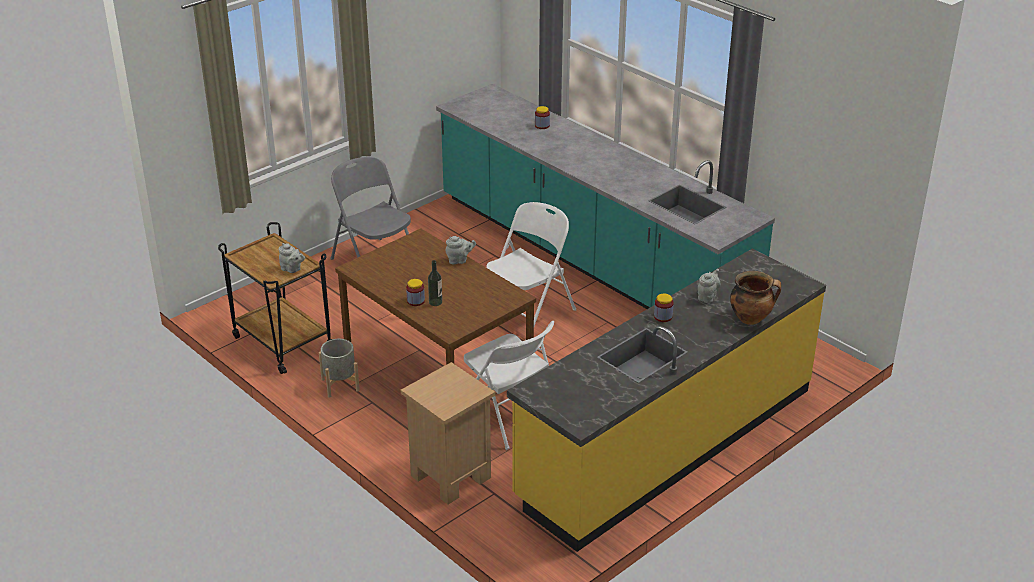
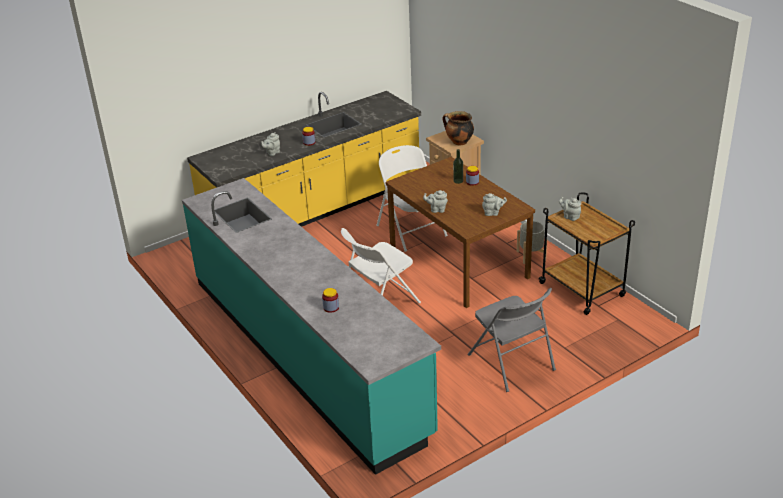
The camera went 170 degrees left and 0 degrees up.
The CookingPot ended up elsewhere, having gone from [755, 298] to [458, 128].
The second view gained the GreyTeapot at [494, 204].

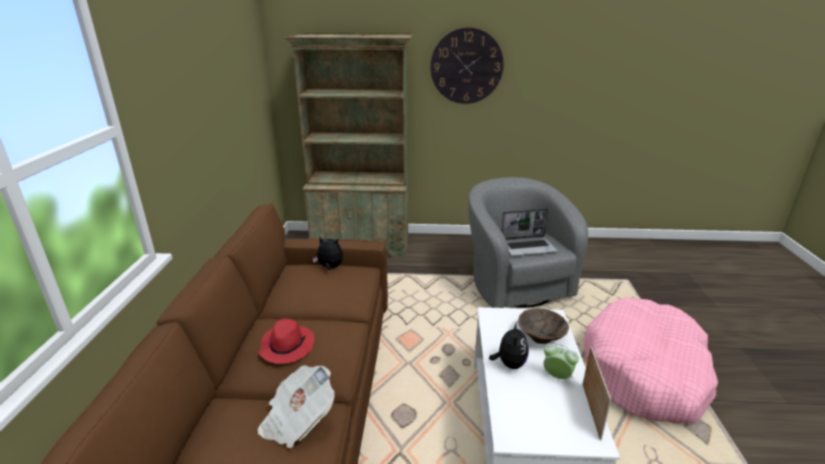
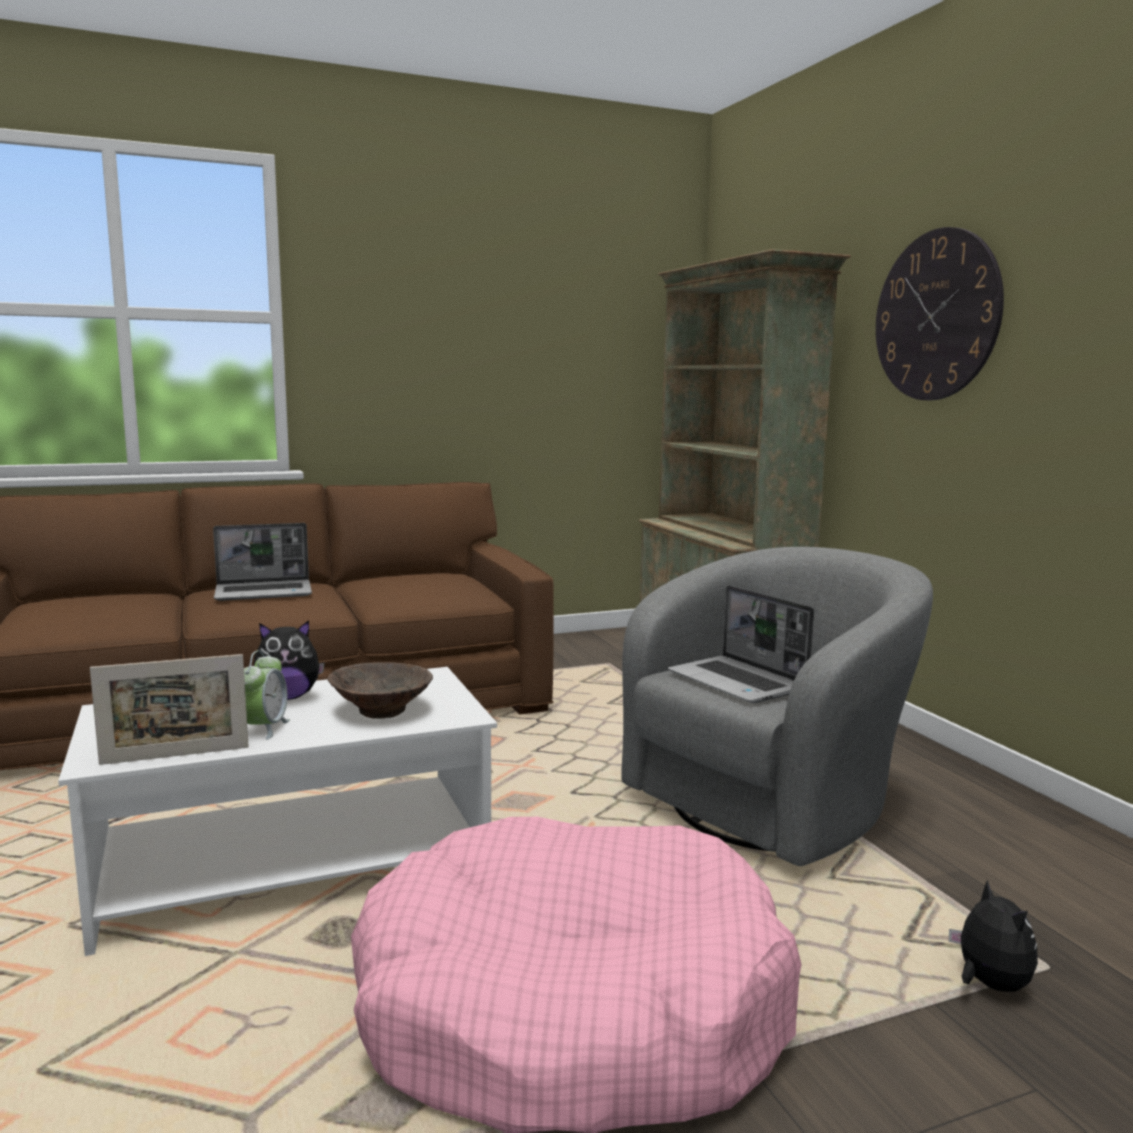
The camera went 65 degrees right and 15 degrees down.
The PlushToy ended up elsewhere, having gone from [328, 253] to [993, 936].
Where the RedHat stood at [286, 341], the Laptop came to stand at [262, 562].
The second view lost the Newspaper at [296, 406].

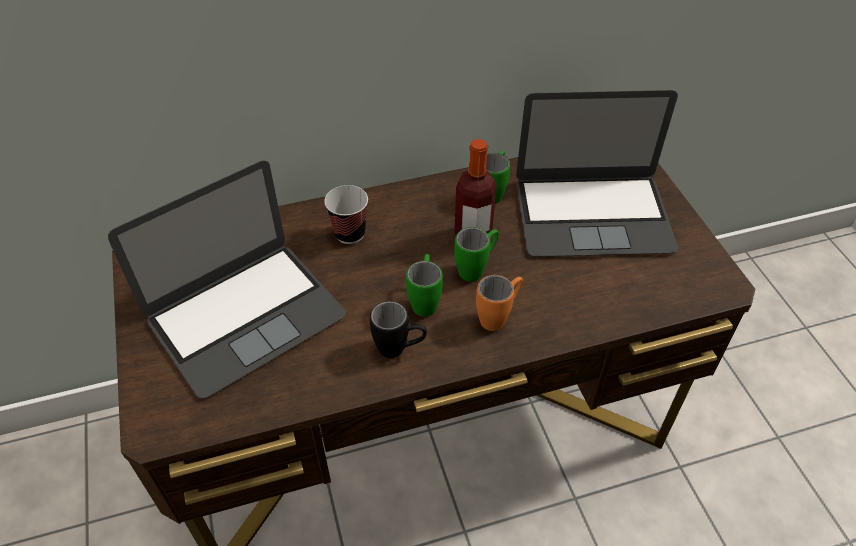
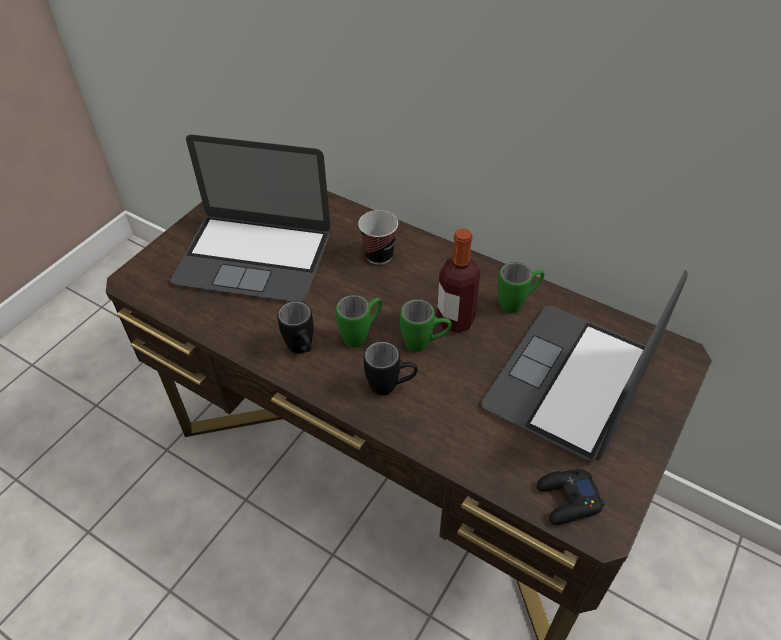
The camera went 50 degrees right and 0 degrees up.
The Laptop at [597, 173] ended up facing another way, 75 degrees clockwise from before.
What was the OrangeMug at [499, 303] turned into the BlackMug at [391, 368].
The second view gained the BlackGameController at [570, 497].

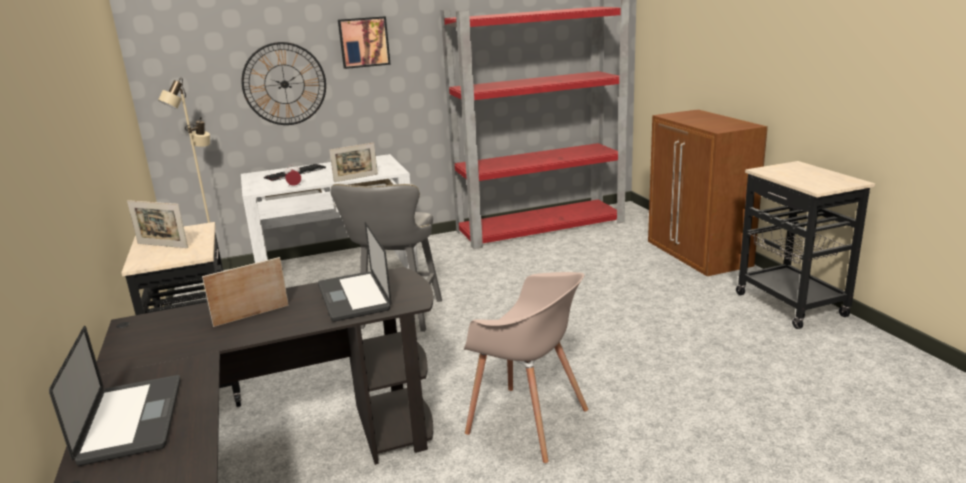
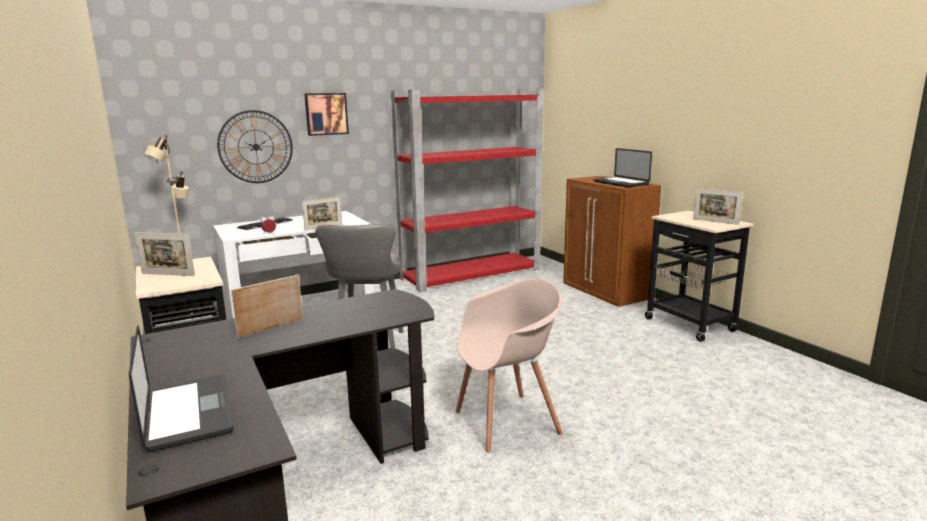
The camera went 10 degrees left and 5 degrees down.
The Laptop ended up elsewhere, having gone from [354, 272] to [622, 167].
The BeigeChair at [526, 367] ended up facing another way, 45 degrees counterclockwise from before.
The second view gained the PictureFrame at [718, 206].

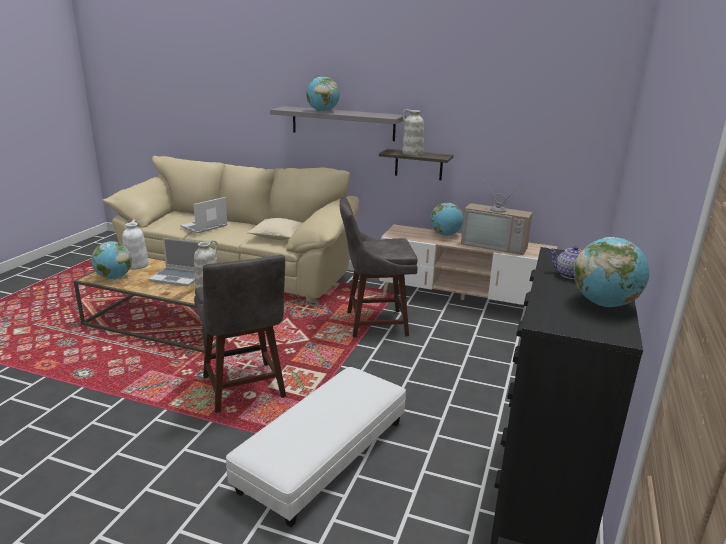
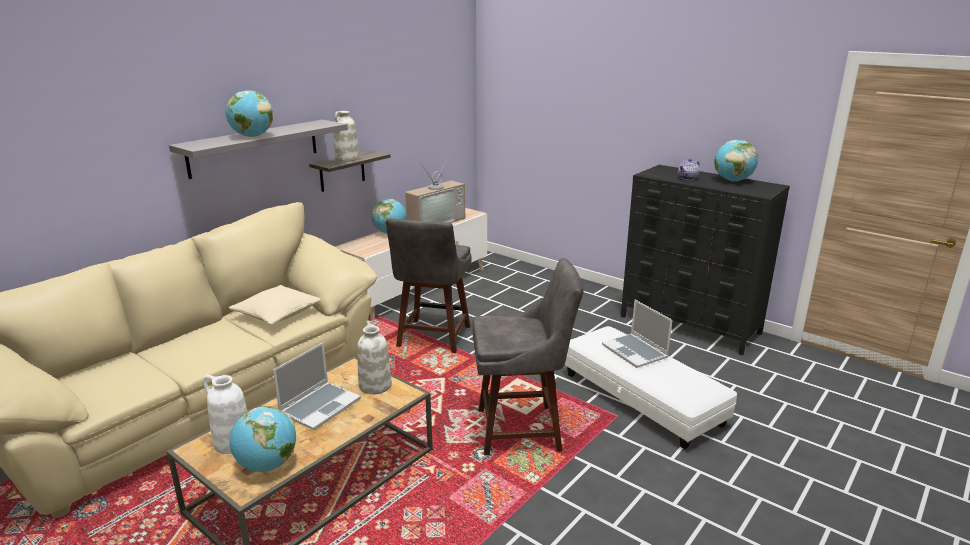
The camera went 70 degrees left and 0 degrees up.
The Laptop ended up elsewhere, having gone from [204, 215] to [637, 333].

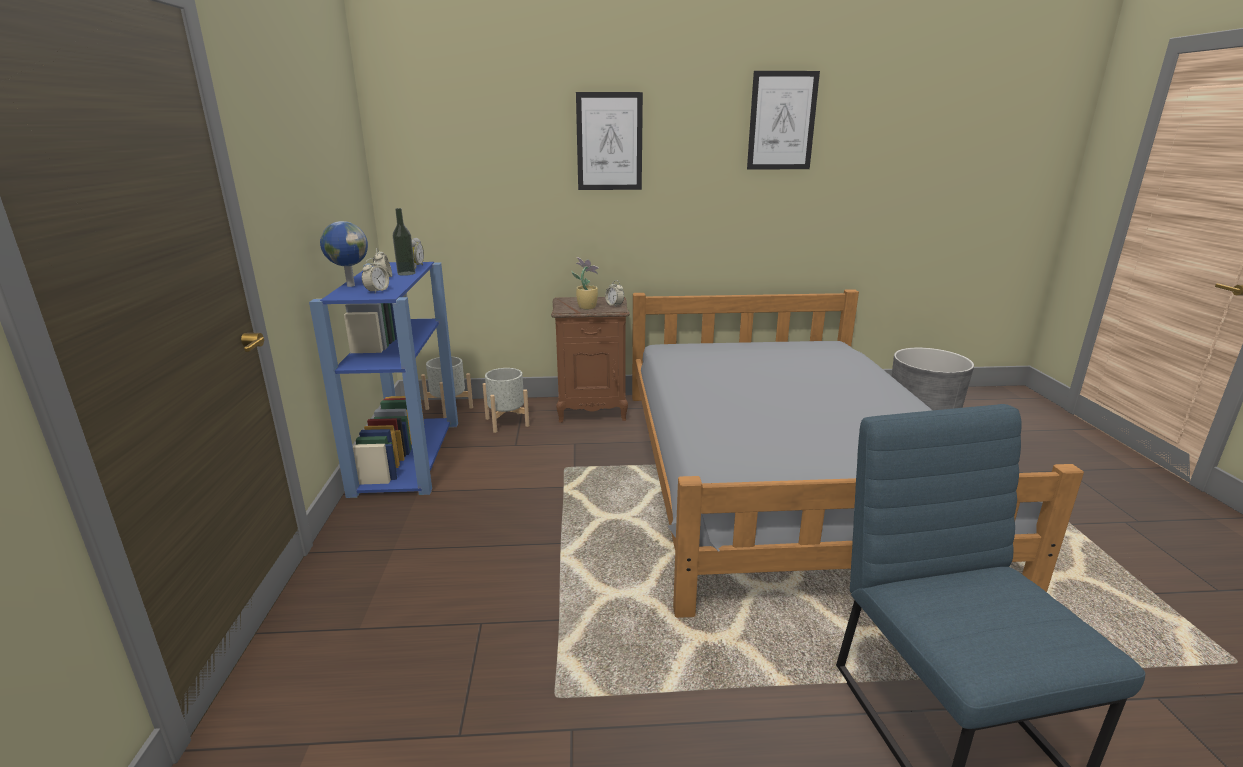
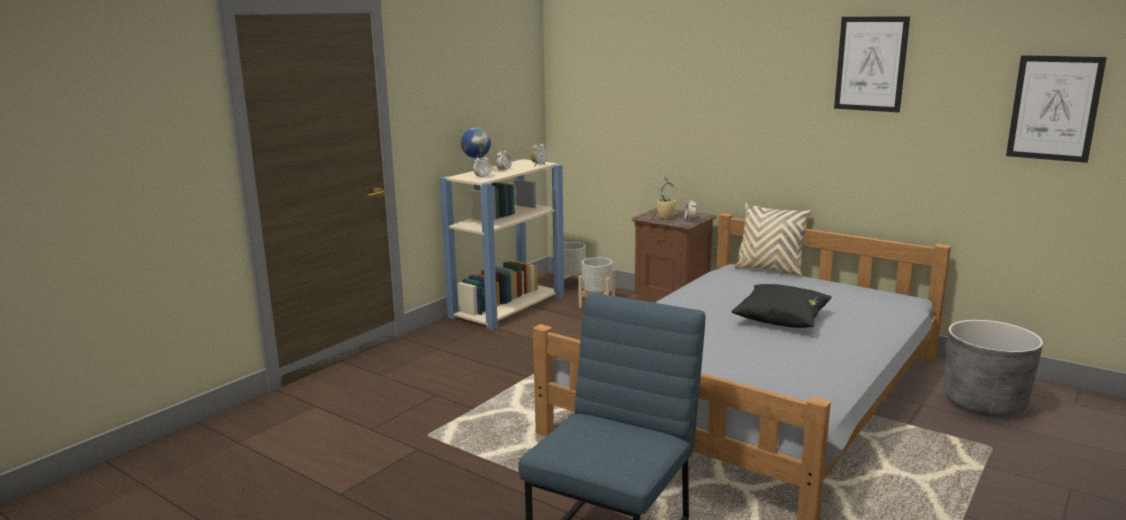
The camera went 40 degrees right and 5 degrees down.
The Picture ended up elsewhere, having gone from [609, 141] to [1056, 109].
The second view lost the Bottle at [404, 242].
What was the BlueBookcase at [383, 380] turned into the BeigeBookcase at [502, 244].
The second view gained the BeigePillow at [772, 239].
The second view gained the BlackPillow at [781, 306].

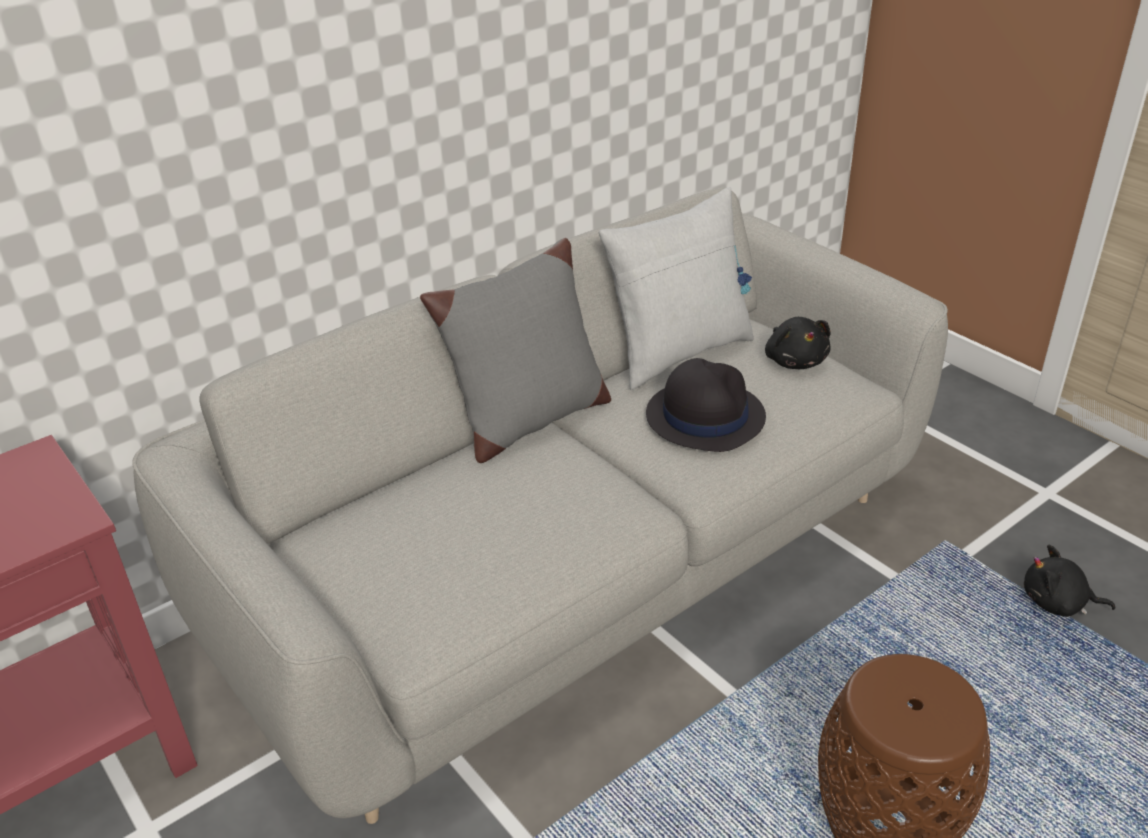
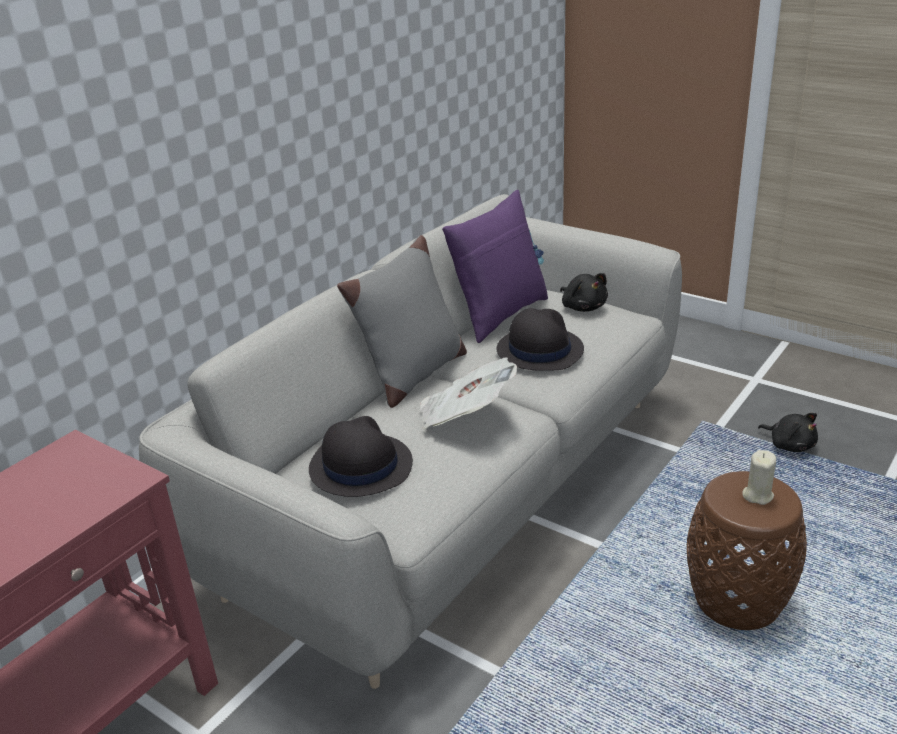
The camera went 15 degrees left and 5 degrees down.
What was the GreyPillow at [676, 288] turned into the PurplePillow at [495, 266].
The BlackPlushToy at [1069, 581] ended up facing another way, 135 degrees counterclockwise from before.
The second view gained the Newspaper at [468, 393].
The second view gained the BlackHat at [361, 456].
The second view gained the BeigeCandle at [759, 477].

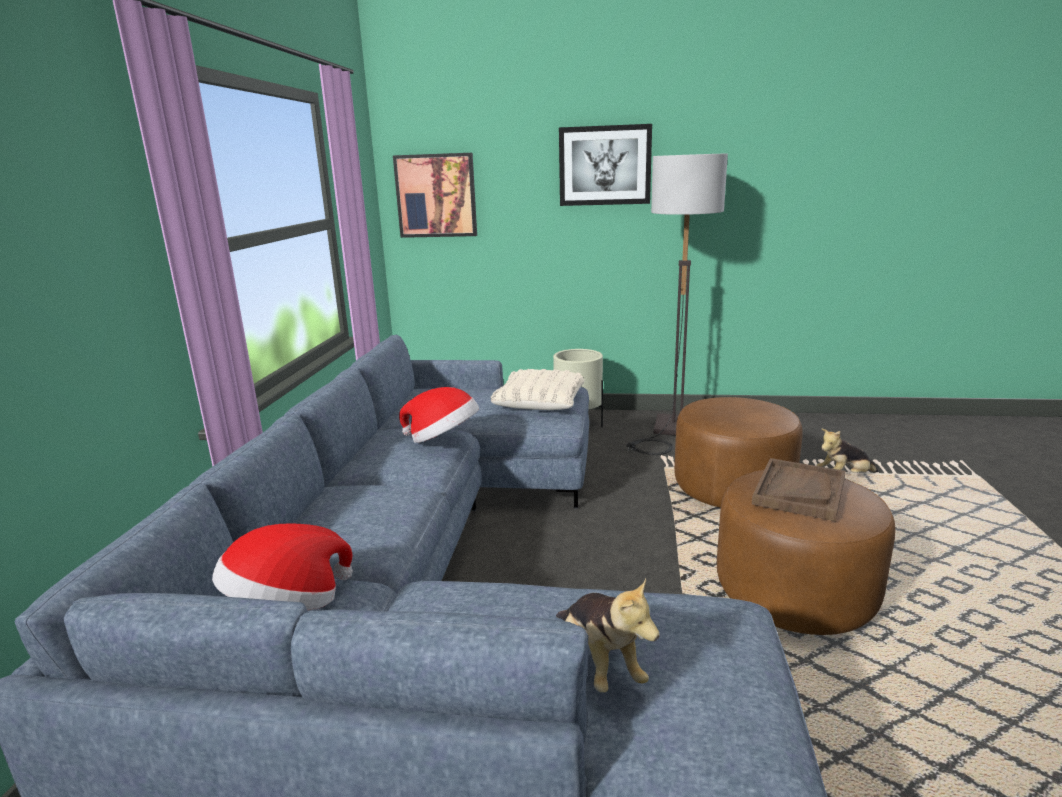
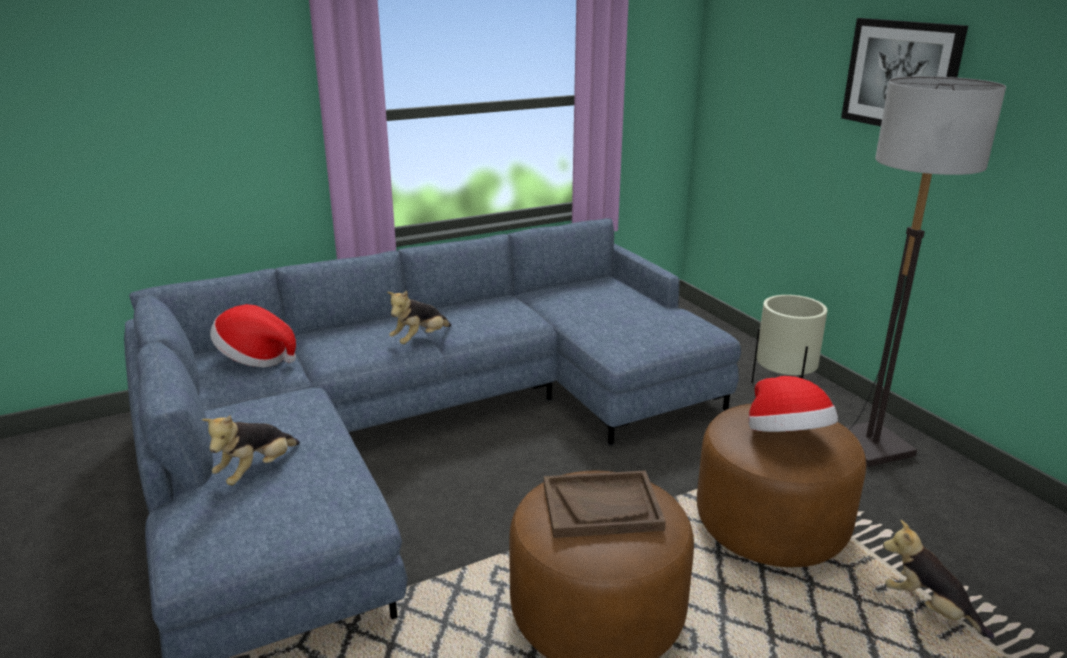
The camera went 55 degrees right and 5 degrees up.
The second view lost the Picture at [435, 195].
The second view lost the BeigePillow at [538, 389].
The Hat ended up elsewhere, having gone from [439, 415] to [793, 404].
The second view gained the PlushToy at [419, 317].

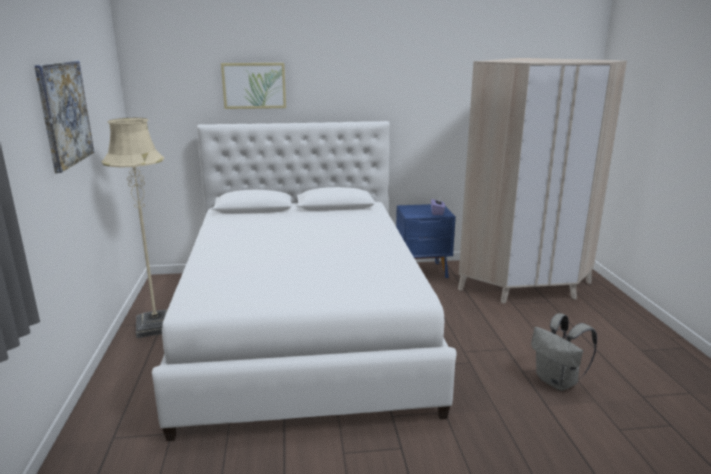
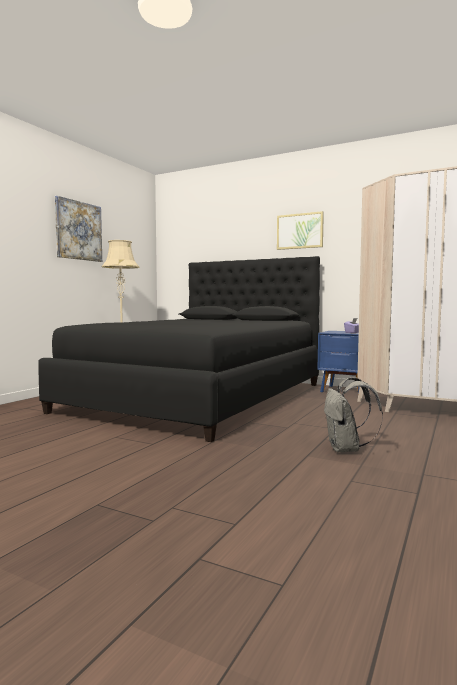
The camera went 35 degrees right and 15 degrees down.
The Picture ended up elsewhere, having gone from [253, 86] to [300, 230].
What was the WhiteBed at [304, 281] turned into the BlackBed at [179, 349].

